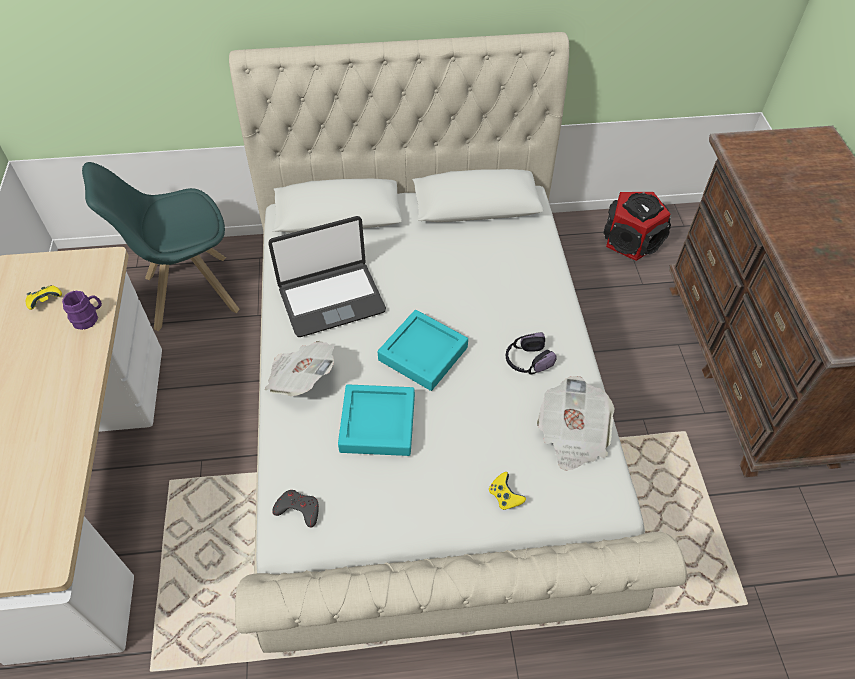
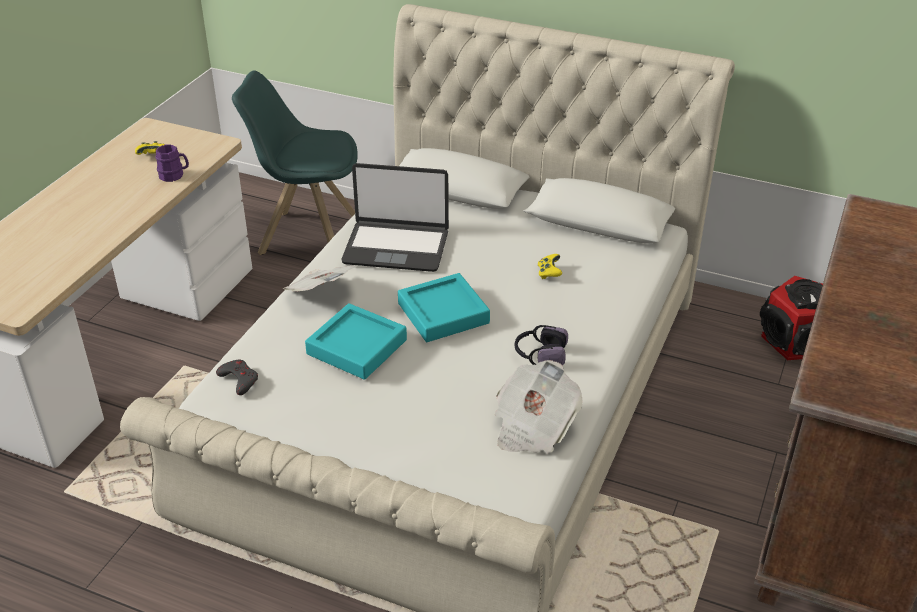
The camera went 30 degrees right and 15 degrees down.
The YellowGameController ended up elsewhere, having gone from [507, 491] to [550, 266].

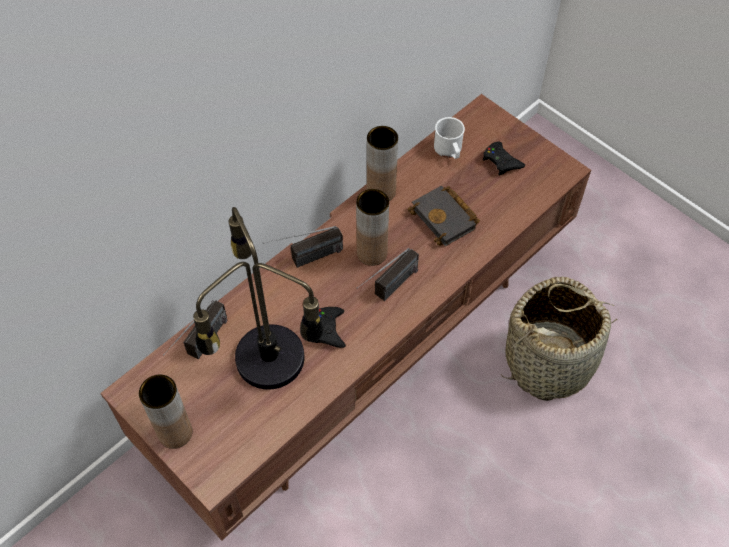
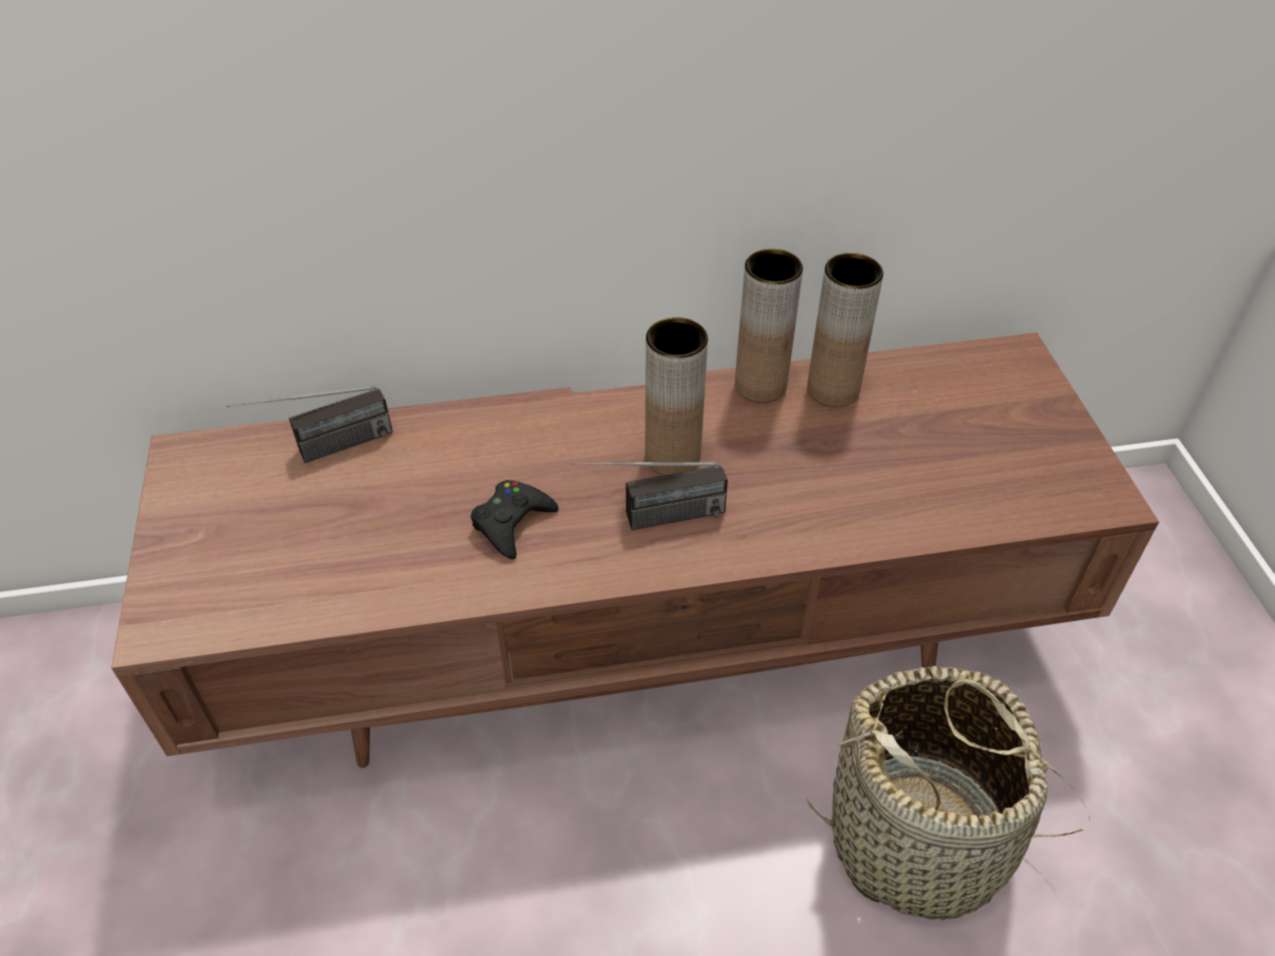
The camera went 35 degrees right and 10 degrees down.
The second view lost the WhiteMug at [449, 138].
The second view lost the BlackGameController at [504, 158].
The second view lost the BlackBook at [444, 216].
The second view lost the TableLamp at [258, 298].
The second view lost the Radio at [303, 247].
The BrownVase ended up elsewhere, having gone from [165, 412] to [845, 330].

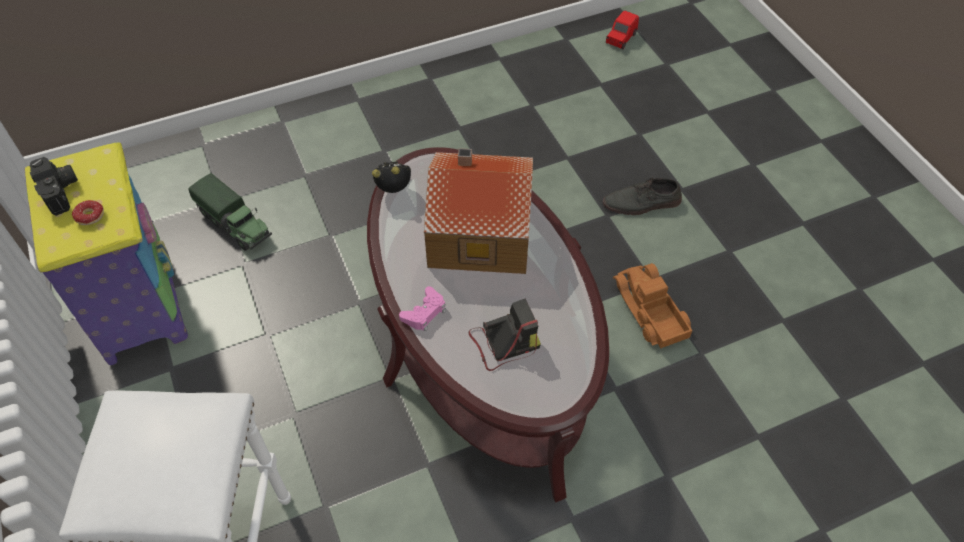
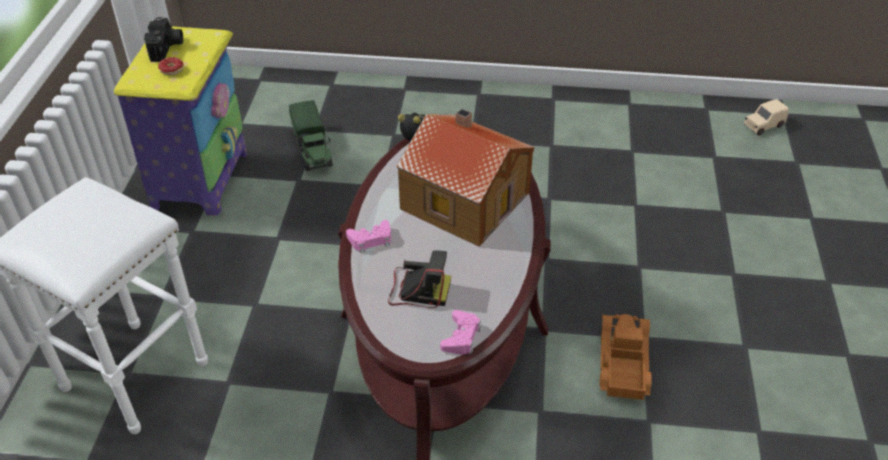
The camera went 30 degrees right and 10 degrees down.
What was the RedToyCar at [622, 30] turned into the BeigeToyCar at [766, 117].
The second view lost the GreyShoe at [642, 196].
The second view gained the PinkGameController at [460, 332].

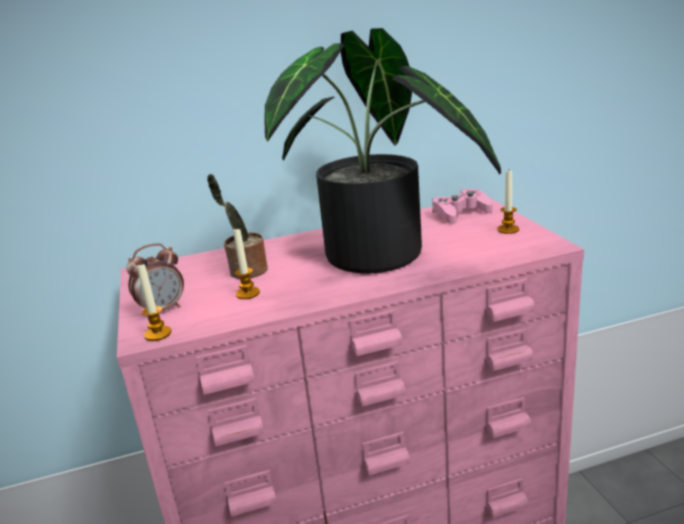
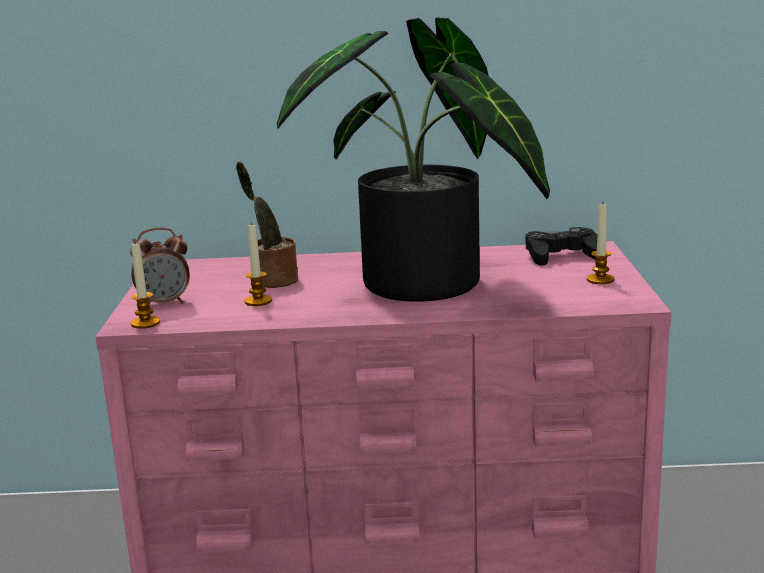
The camera went 15 degrees right and 5 degrees down.
What was the PinkGameController at [462, 206] turned into the BlackGameController at [561, 246].

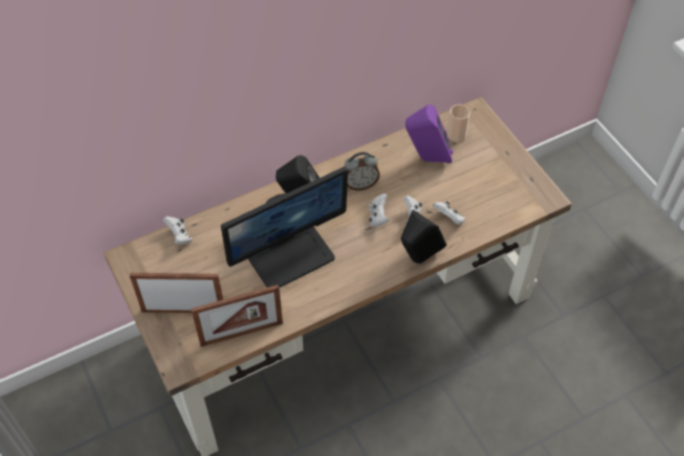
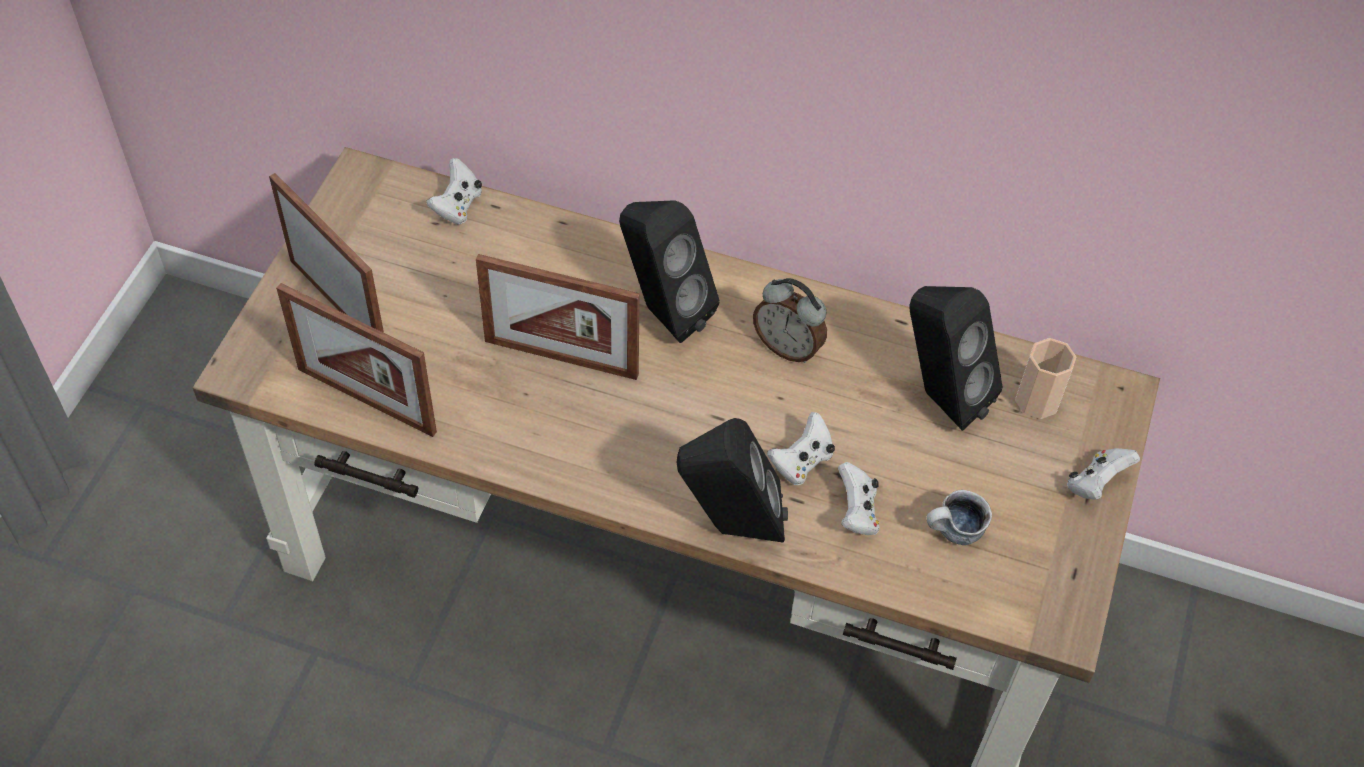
The camera went 45 degrees right and 0 degrees up.
What was the PurpleSpeaker at [429, 133] turned into the BlackSpeaker at [956, 358].
Where the Monitor stood at [284, 227], the PictureFrame came to stand at [558, 317].
The WhiteGameController ended up elsewhere, having gone from [379, 210] to [1103, 474].
The second view gained the Mug at [959, 517].

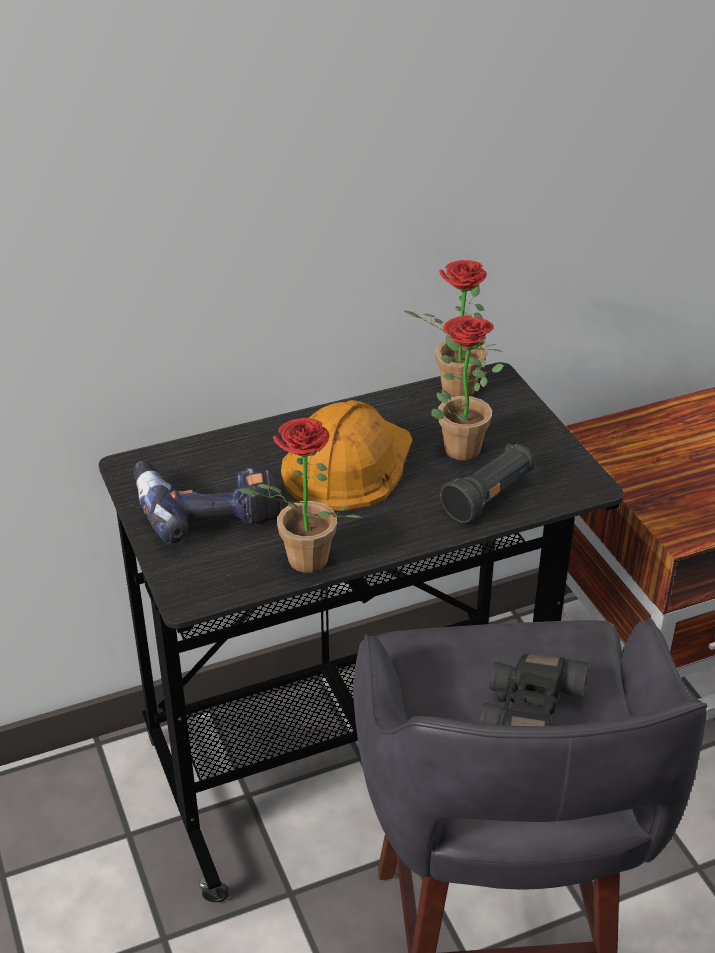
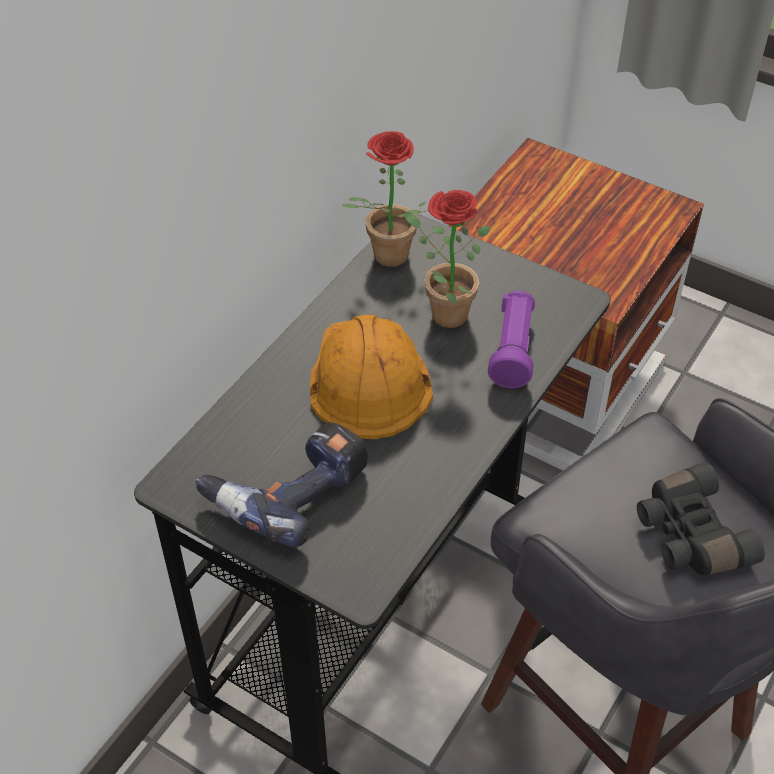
The camera went 35 degrees left and 10 degrees up.
The second view lost the PottedPlant at [300, 495].
What was the BlackFlashlight at [487, 483] turned into the PurpleFlashlight at [511, 339].

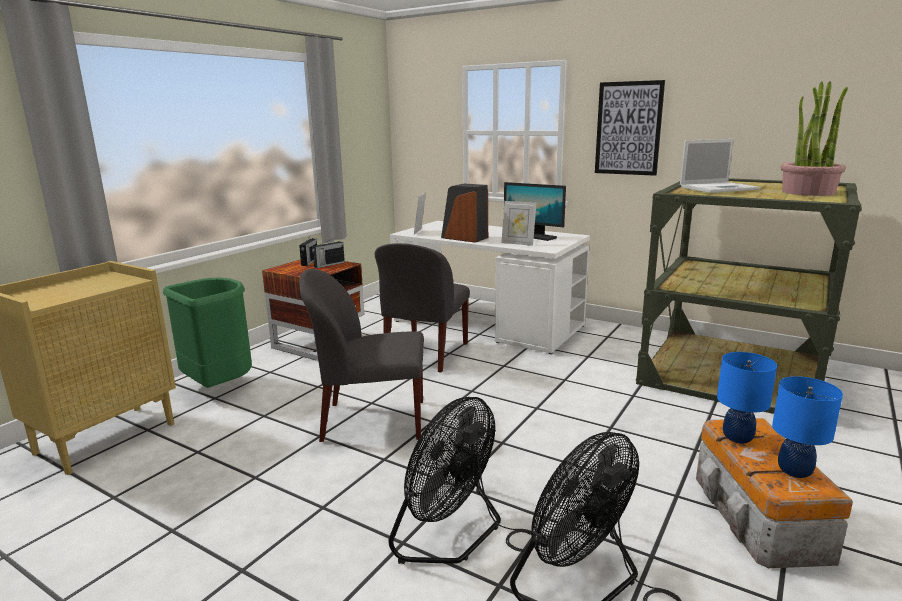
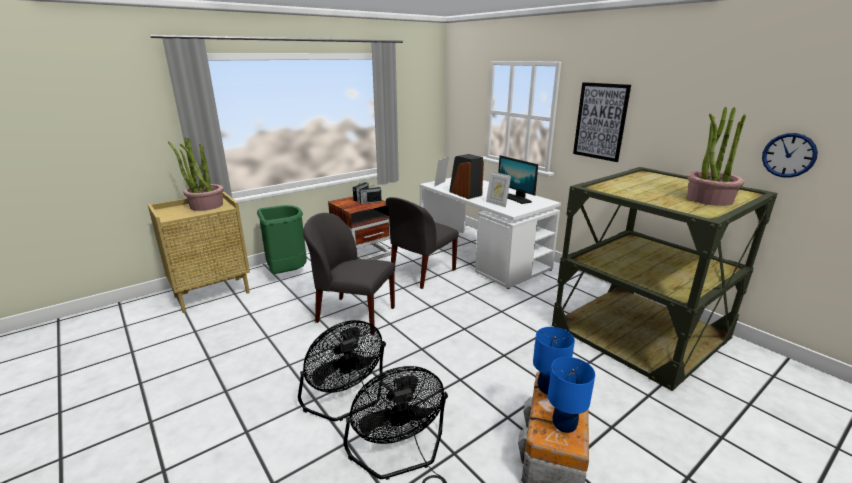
The camera went 20 degrees right and 5 degrees up.
The second view lost the Laptop at [720, 166].
The second view gained the WallClock at [790, 155].
The second view gained the PottedPlant at [196, 174].

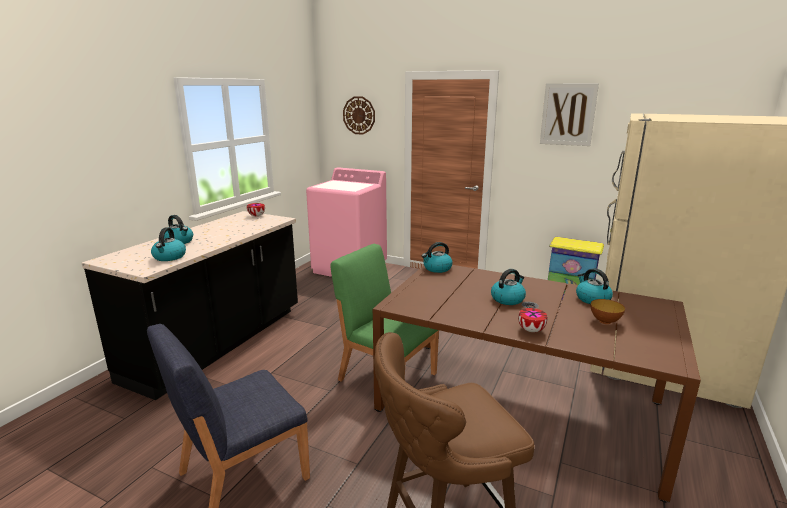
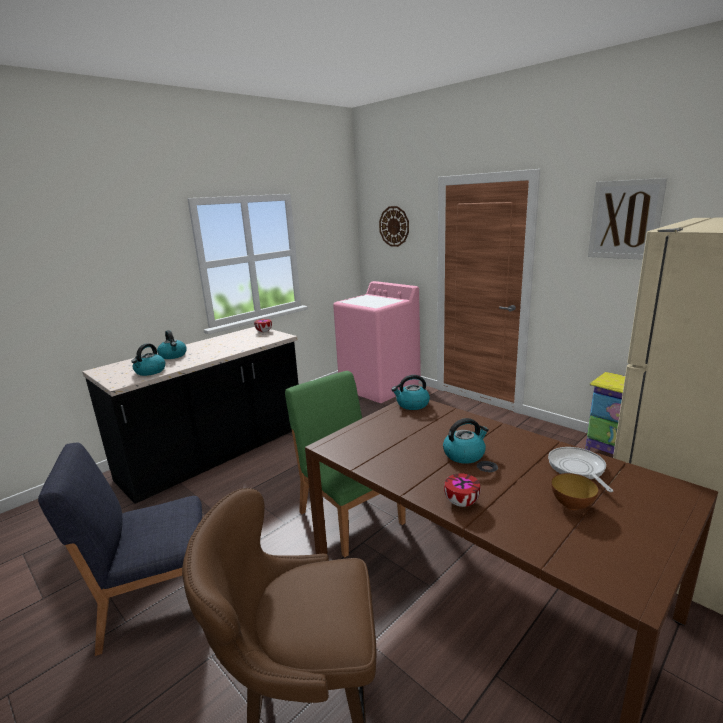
The camera went 20 degrees right and 0 degrees up.
Where the Kettle stood at [594, 286], the FryingPan came to stand at [581, 469].

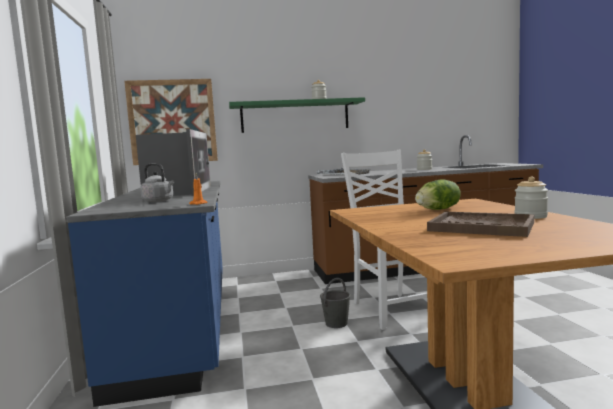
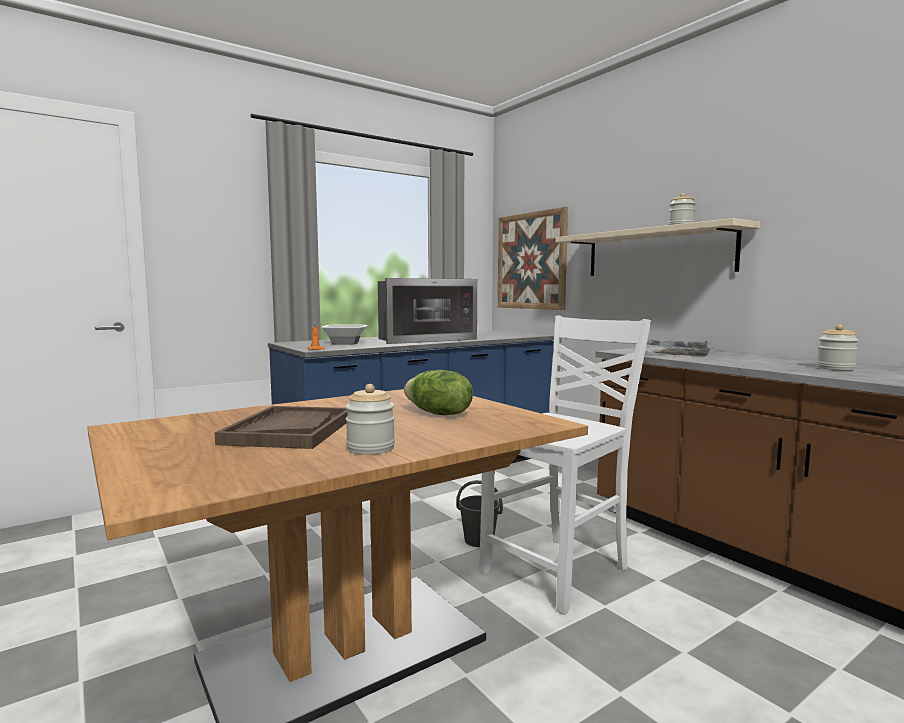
The camera went 65 degrees right and 0 degrees up.
What was the GreenShelf at [297, 115] turned into the BeigeShelf at [657, 247].
Where the GreyKettle stood at [157, 182], the Bowl came to stand at [344, 335].

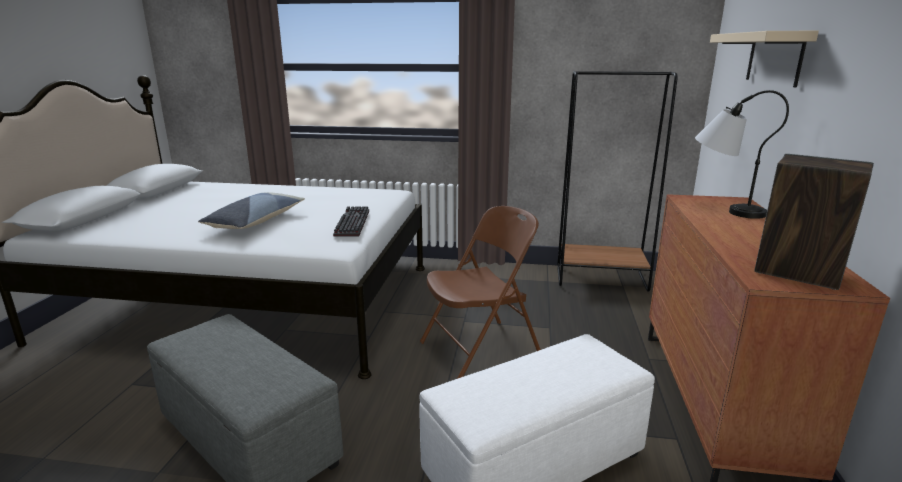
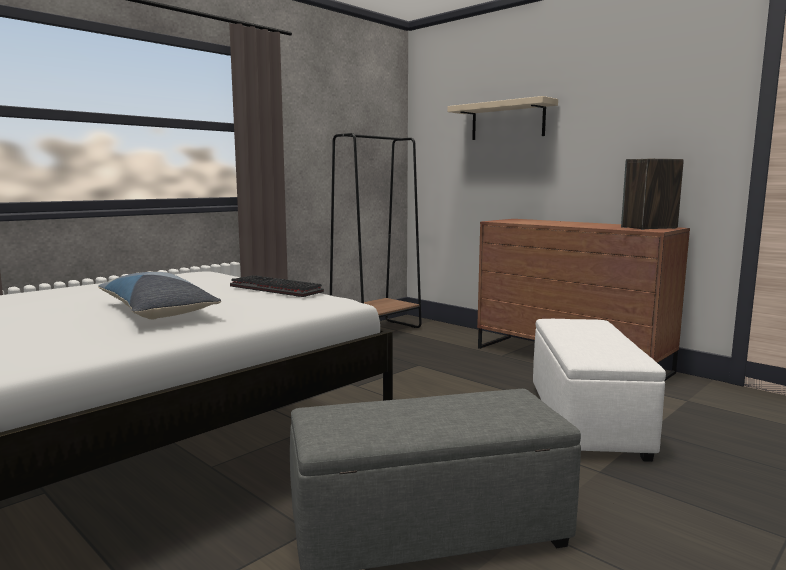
The camera went 55 degrees left and 10 degrees down.
The second view lost the TableLamp at [742, 154].
The second view lost the BrownChair at [480, 292].

